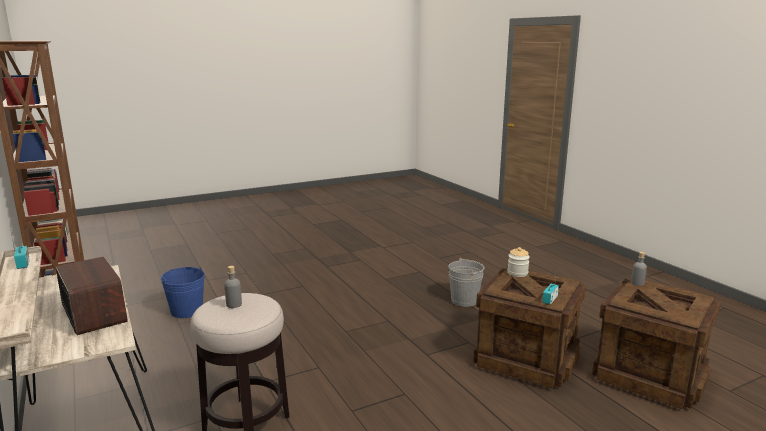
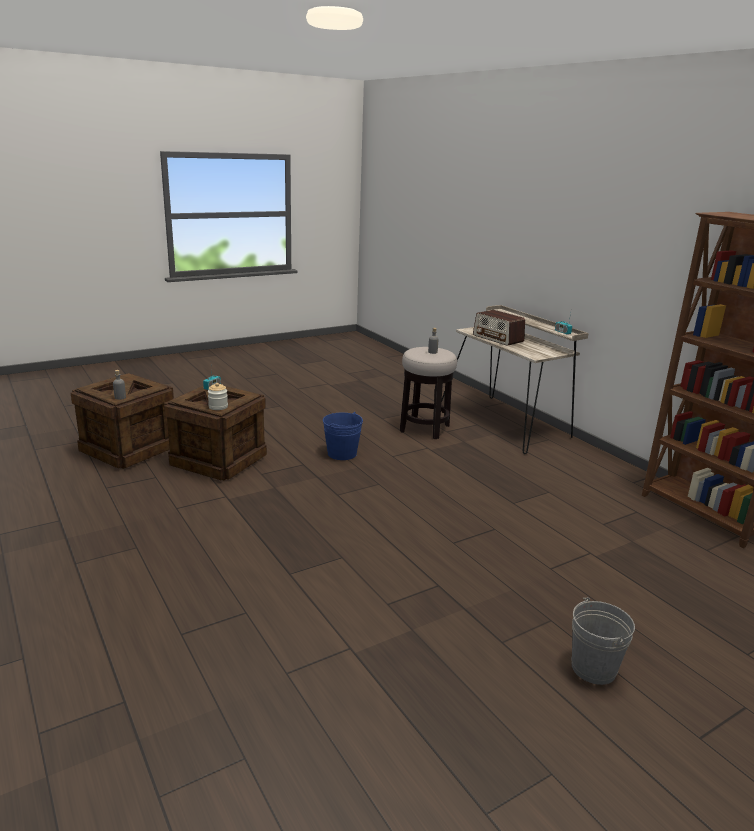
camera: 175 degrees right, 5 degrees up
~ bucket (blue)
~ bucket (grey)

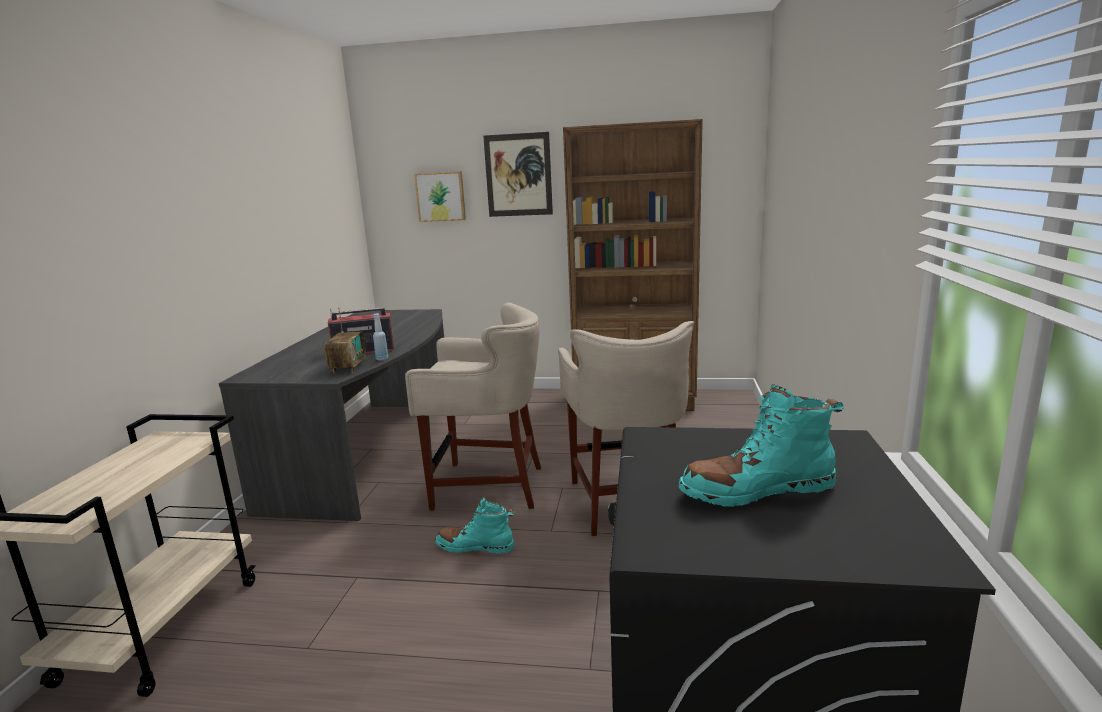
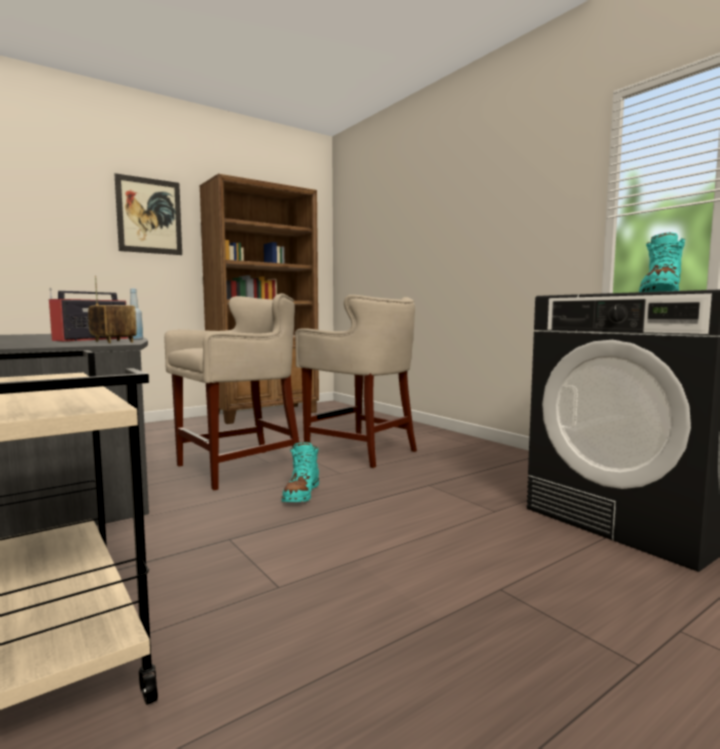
camera: 45 degrees left, 10 degrees down
- picture (no. 1 from left)
~ boot (turquoise) (no. 1 from left) 45 degrees counterclockwise

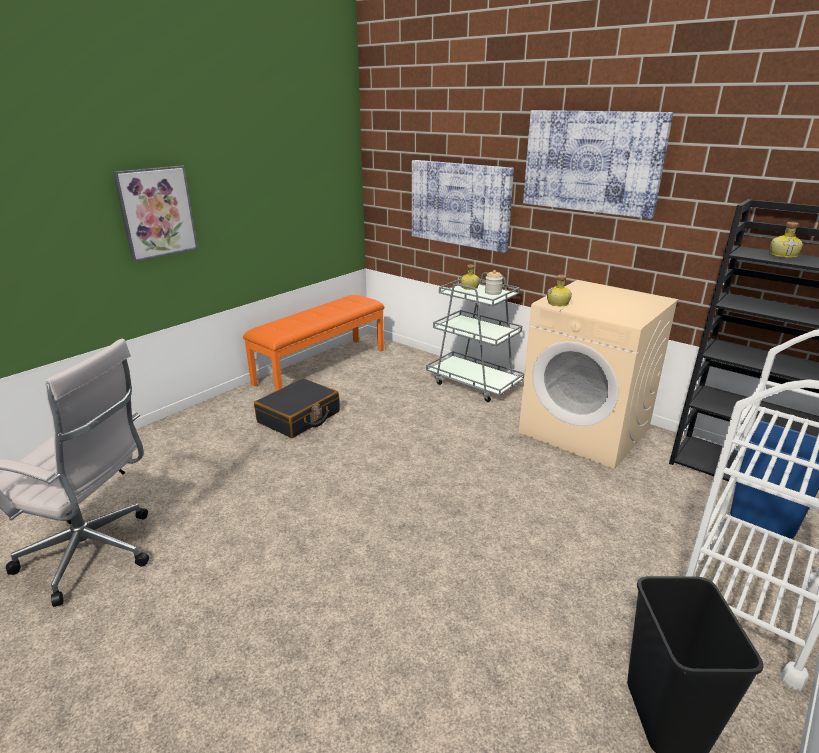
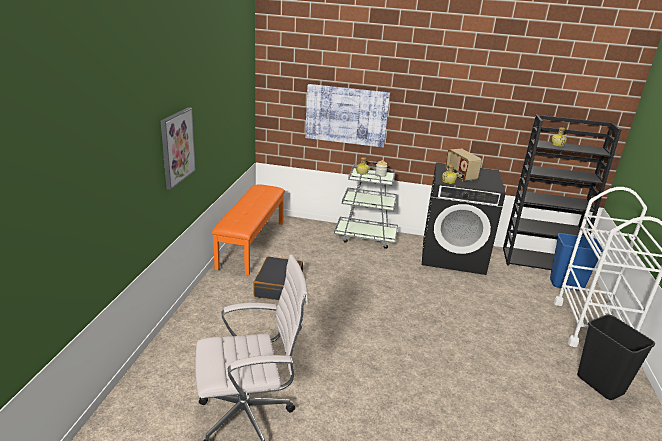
camera: 30 degrees left, 0 degrees up
~ washing machine (beige) to washing machine (black)
- picture (no. 3 from left)
+ radio

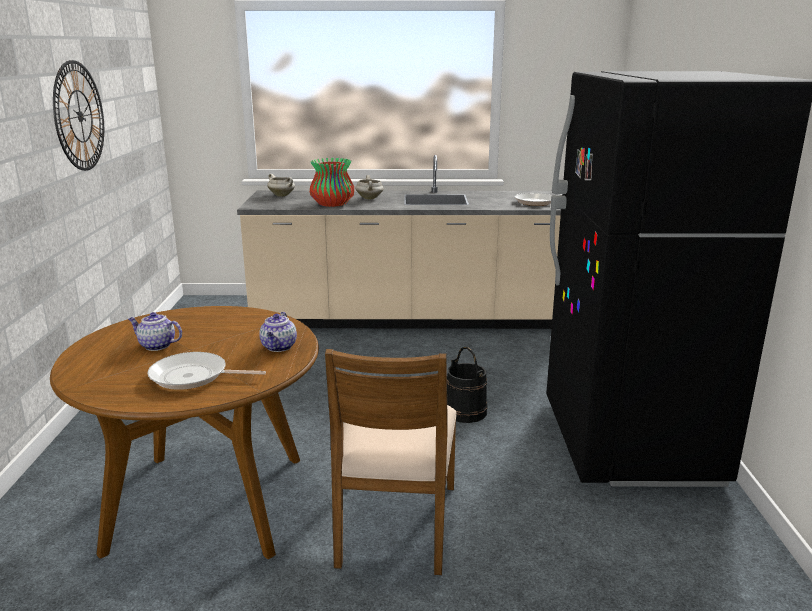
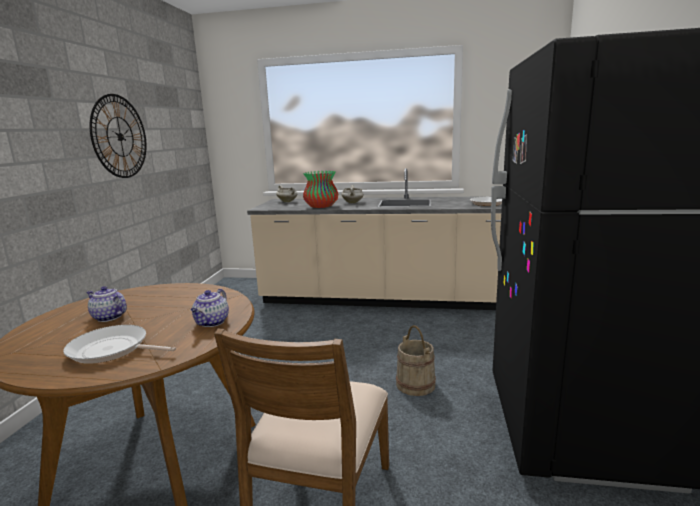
camera: 10 degrees right, 5 degrees down
~ bucket (black) to bucket (beige)

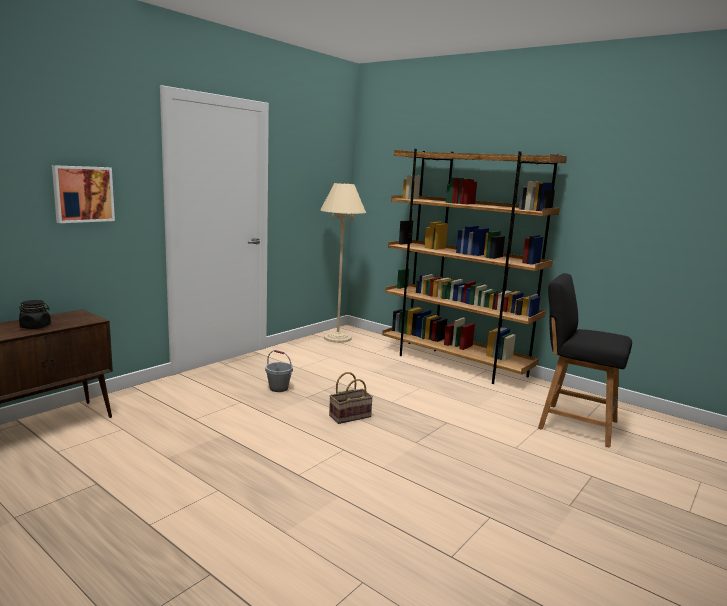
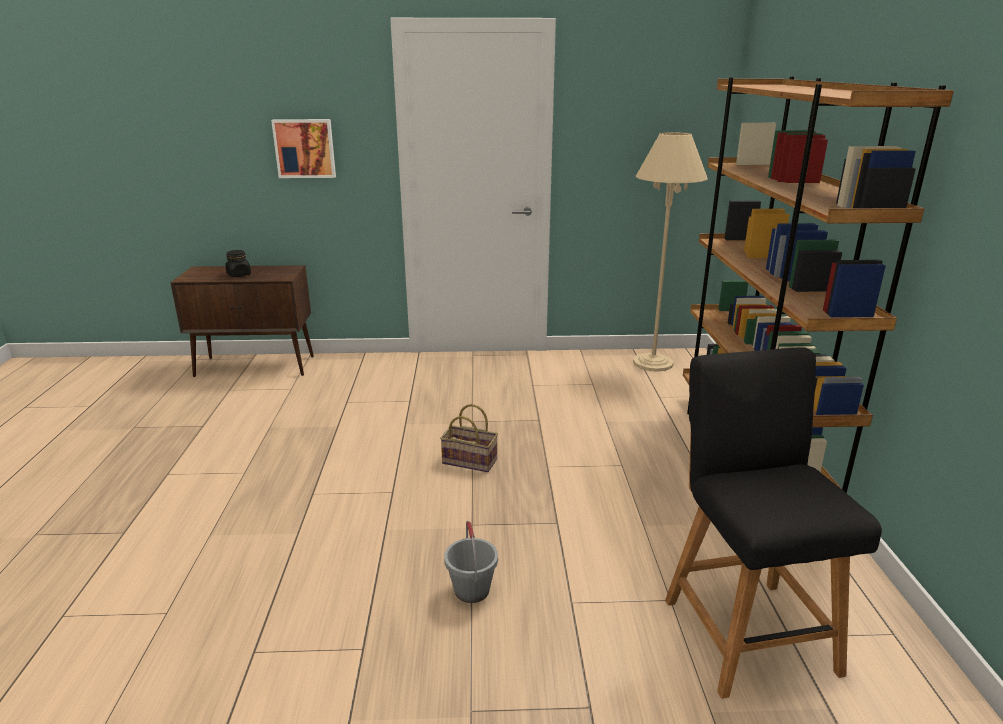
camera: 50 degrees right, 10 degrees up
~ bucket (grey)

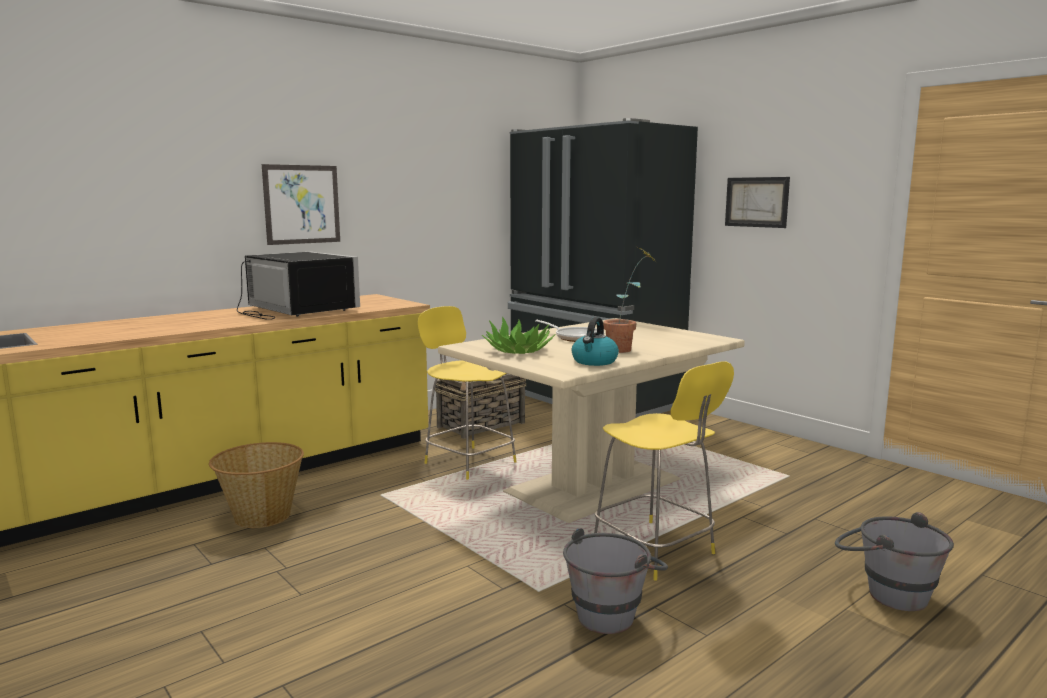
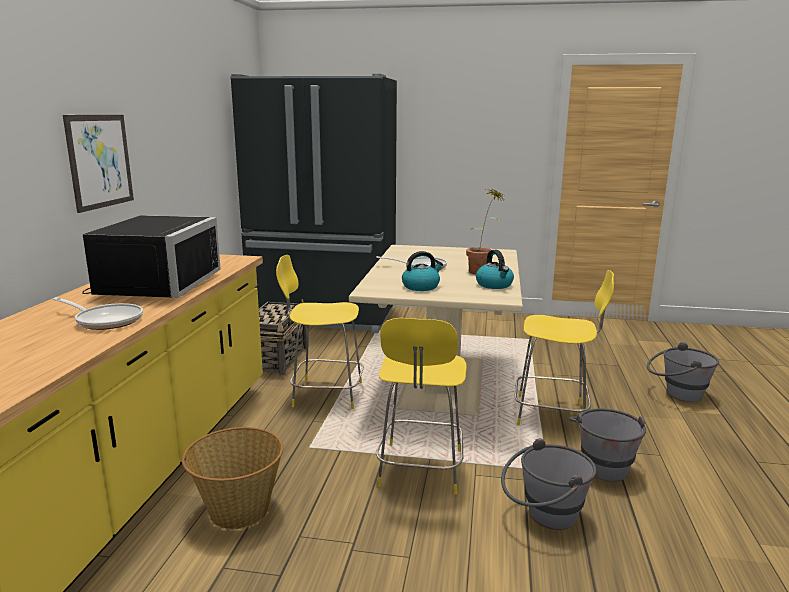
camera: 40 degrees left, 5 degrees up
~ microwave (black) 90 degrees clockwise
~ potted plant (no. 1 from left) to kettle (no. 1 from left)
- picture (no. 2 from left)
+ frying pan (no. 1 from left)
+ chair (yellow) (no. 2 from left)
+ bucket (grey) (no. 1 from left)

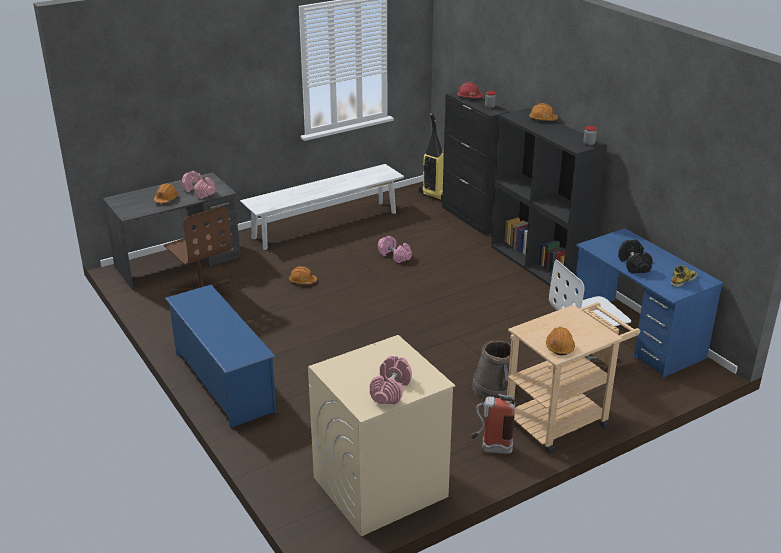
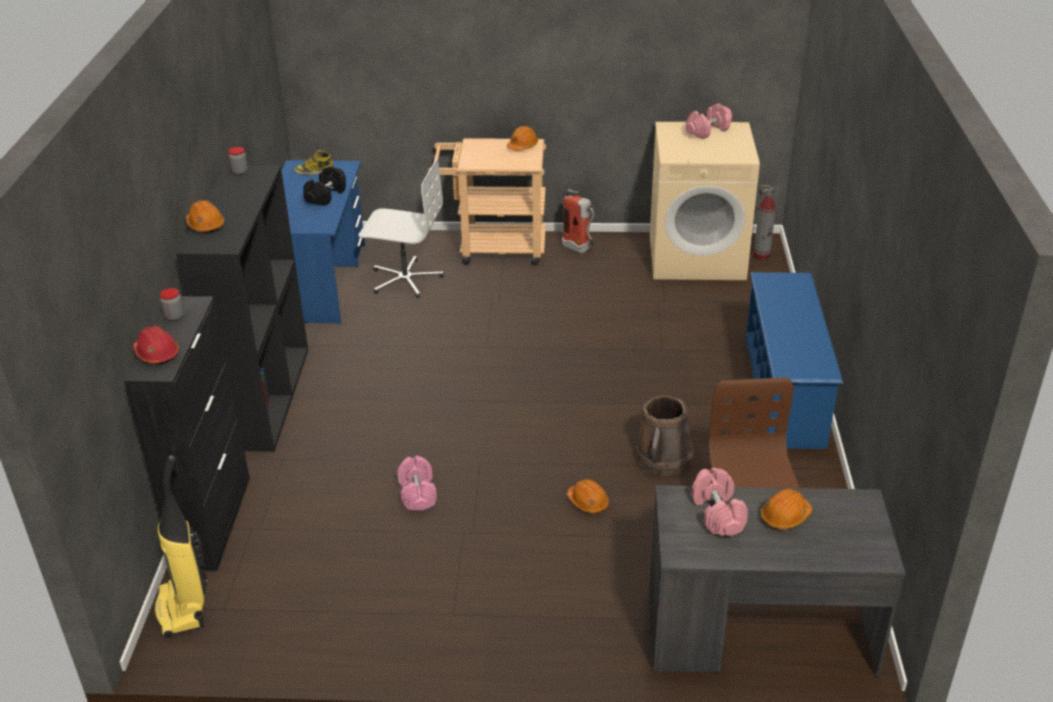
camera: 145 degrees left, 5 degrees up
- bench (white)
~ bucket (brown)
+ fire extinguisher (no. 2 from left)

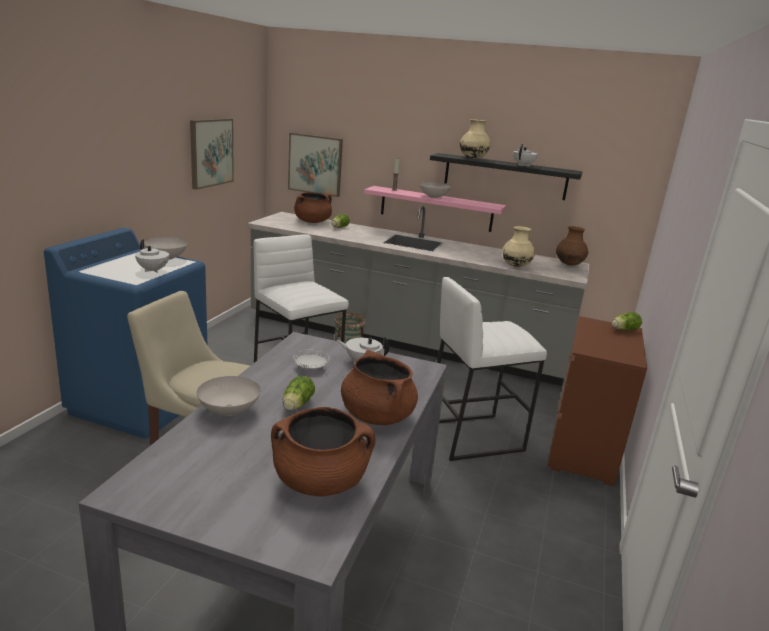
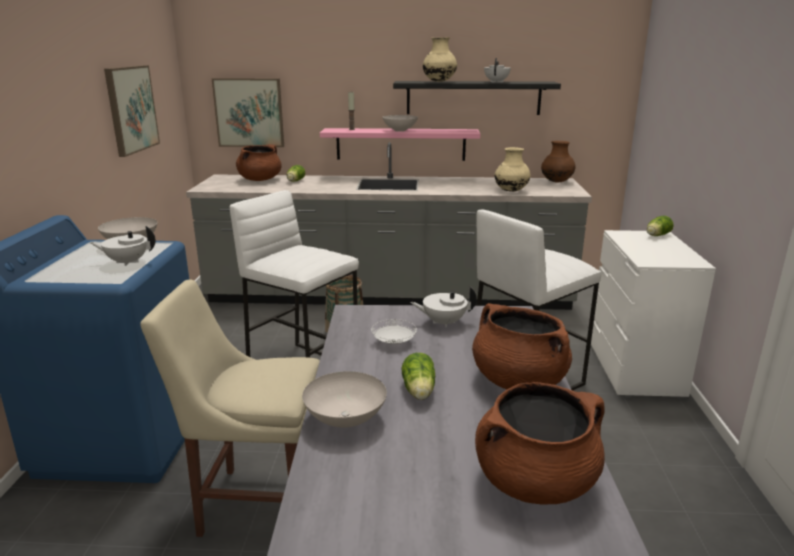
camera: 15 degrees left, 0 degrees up
~ teapot (white) (no. 1 from left) 150 degrees clockwise
~ dresser (brown) to dresser (white)

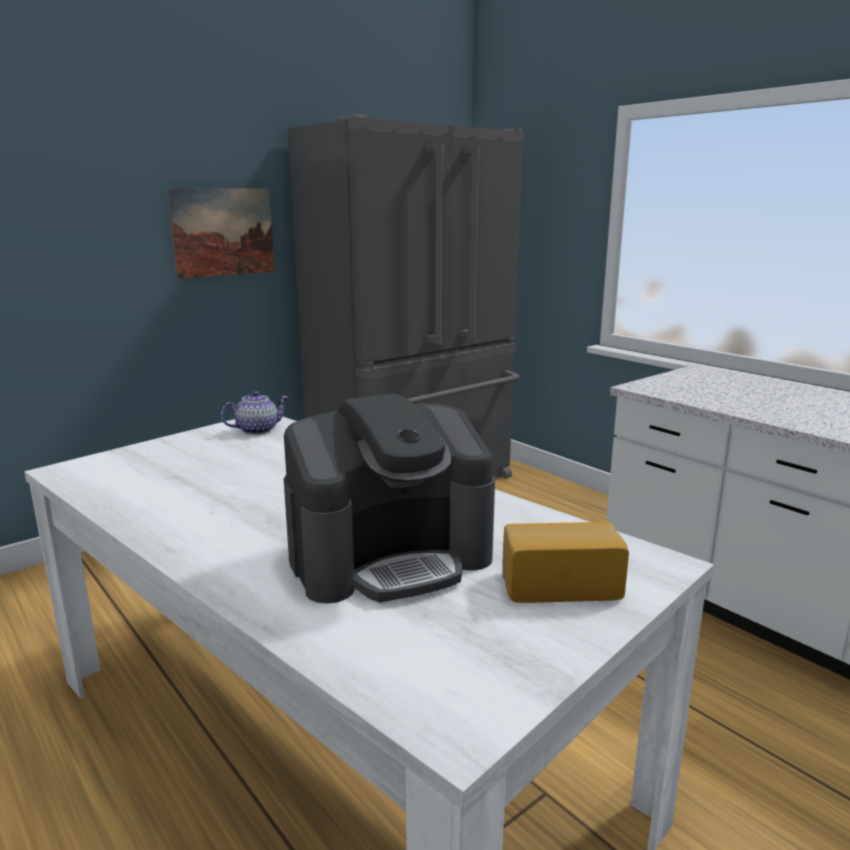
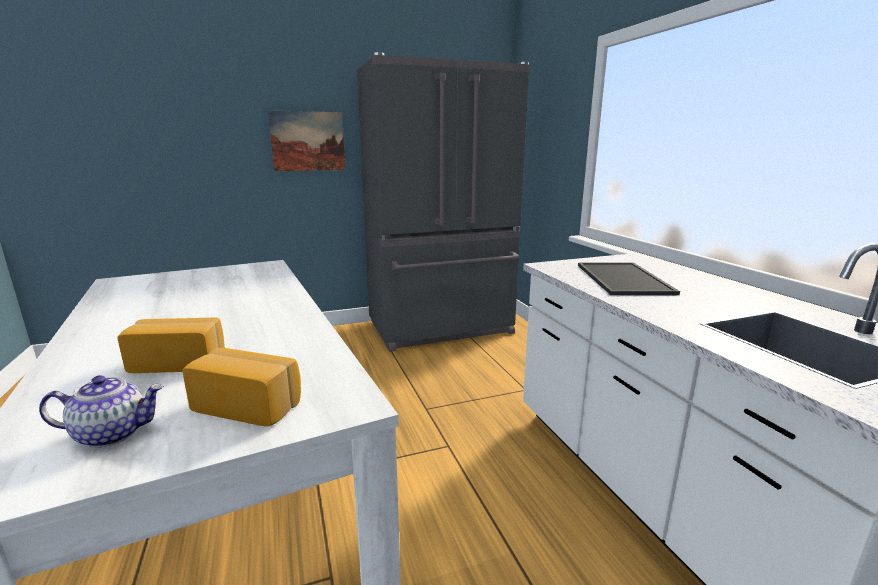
camera: 20 degrees right, 0 degrees up
~ teapot
~ coffee machine to bread (no. 1 from left)
+ tray

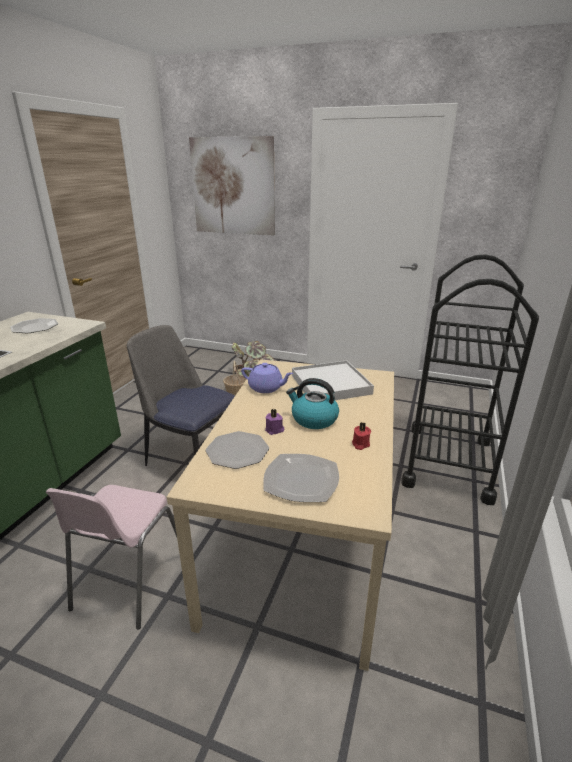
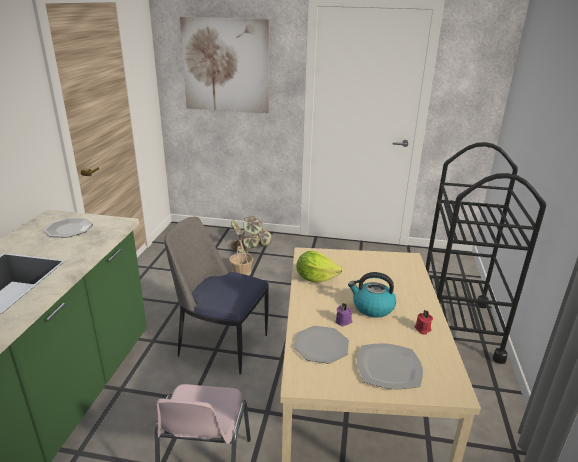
camera: 10 degrees left, 0 degrees up
~ teapot (purple) to lettuce
- tray (white)

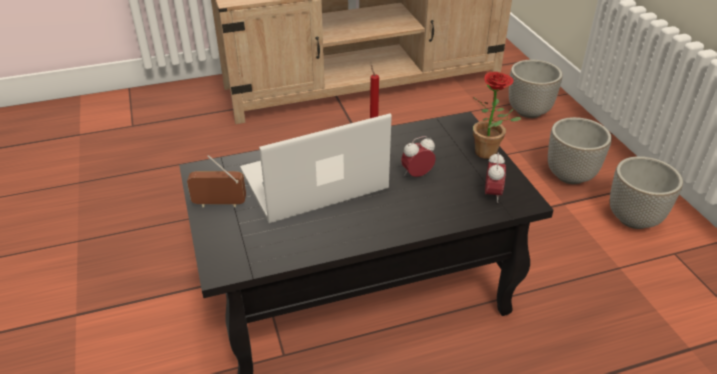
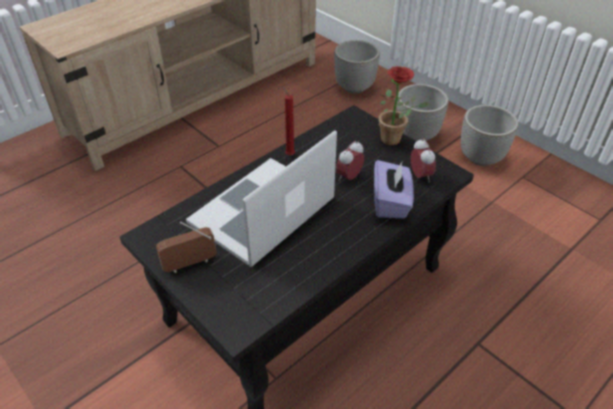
camera: 25 degrees left, 5 degrees up
+ tissue box (purple)

